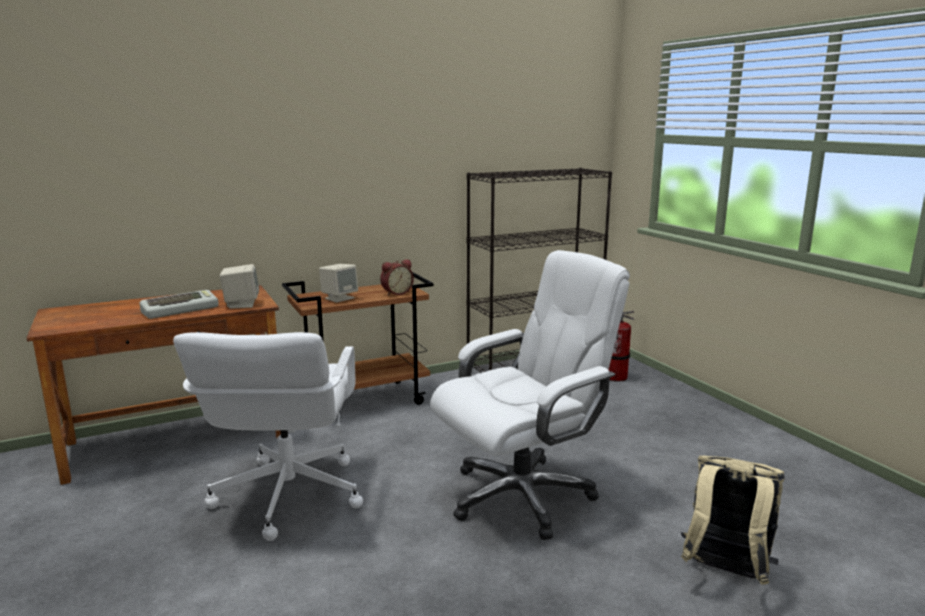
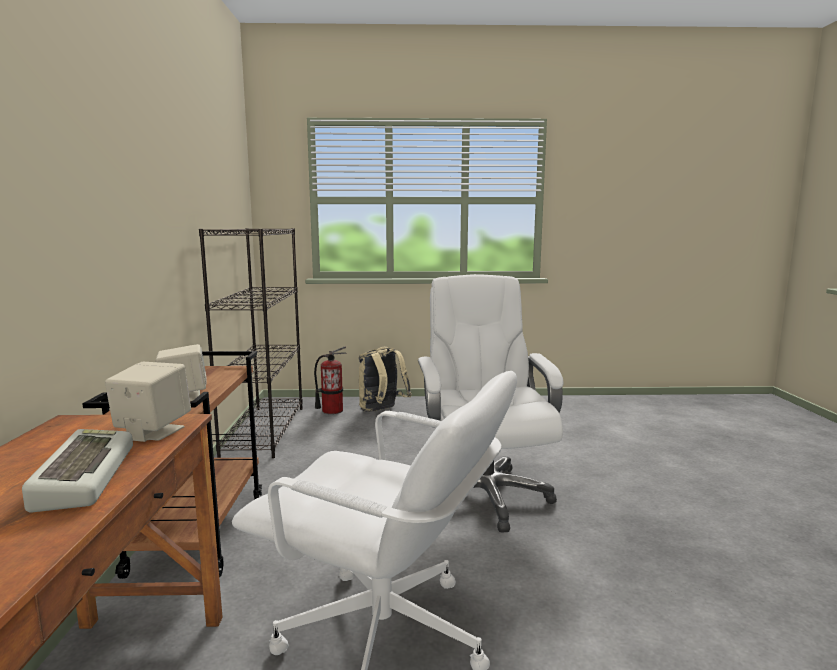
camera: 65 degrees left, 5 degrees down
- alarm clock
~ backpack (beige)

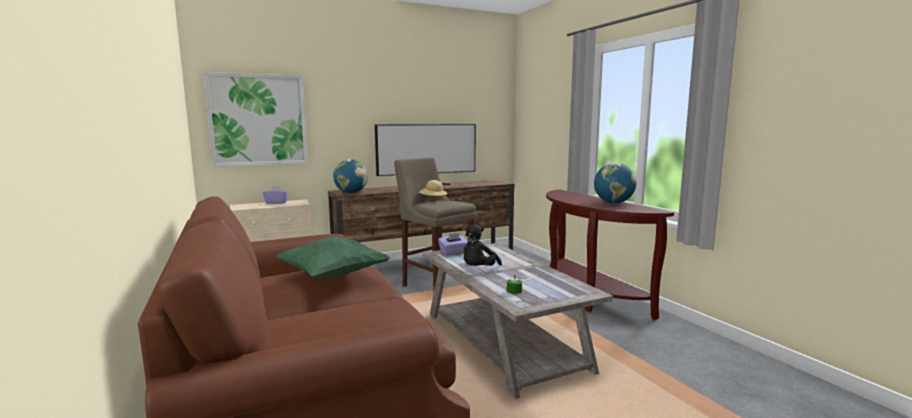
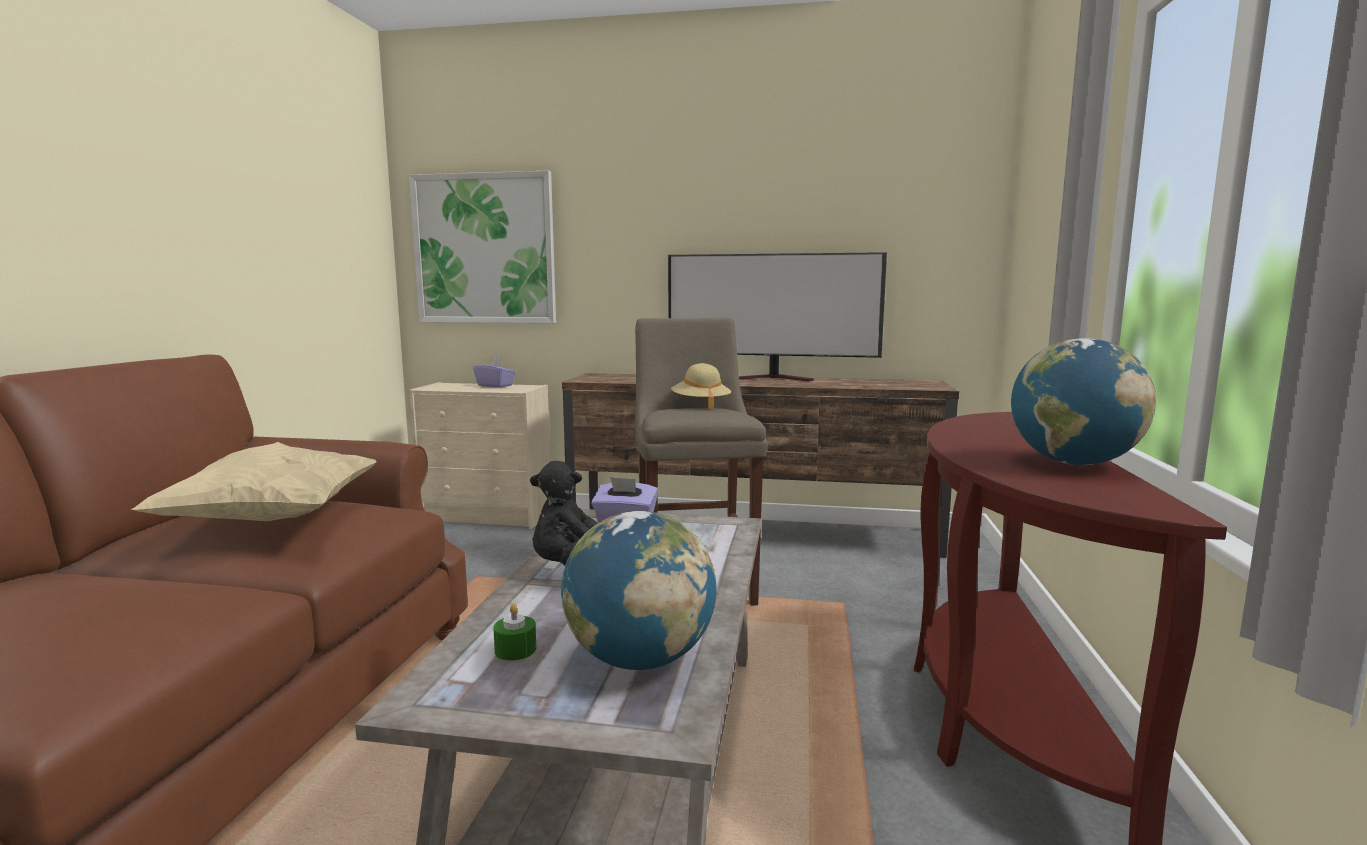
camera: 35 degrees right, 0 degrees up
~ pillow (green) to pillow (beige)
~ globe (no. 1 from left)

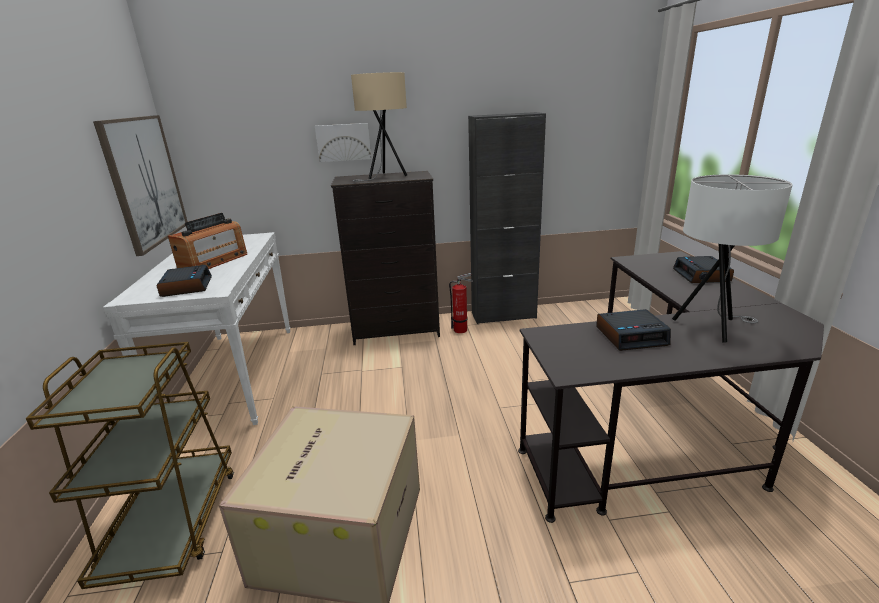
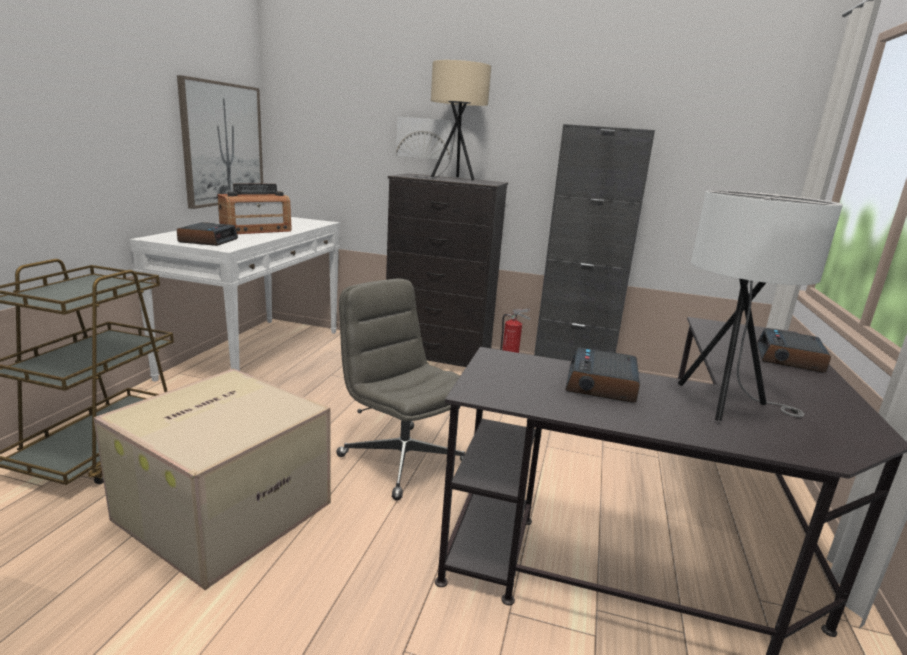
camera: 20 degrees right, 5 degrees down
~ alarm clock (no. 2 from left) 90 degrees clockwise
+ office chair (grey)

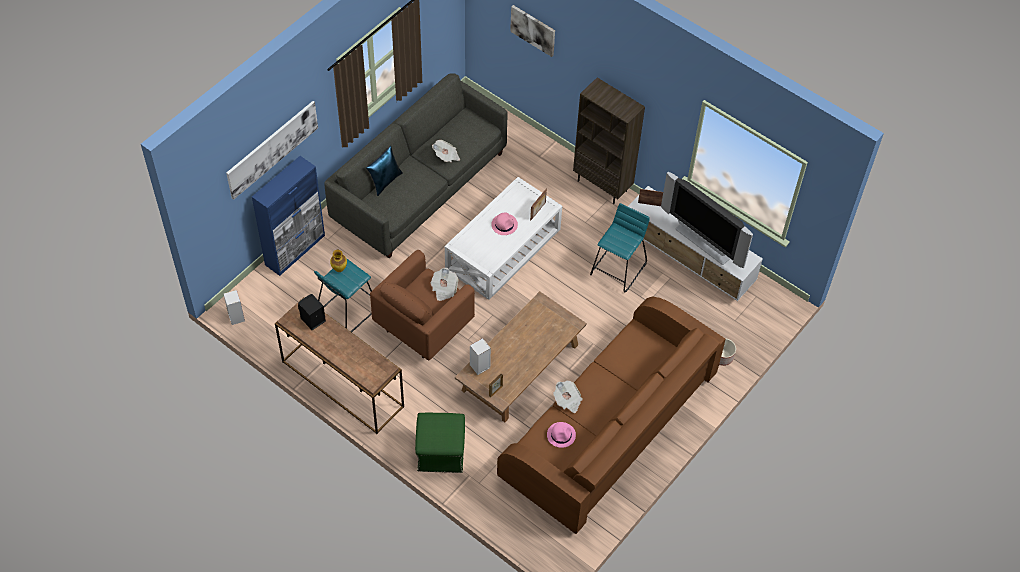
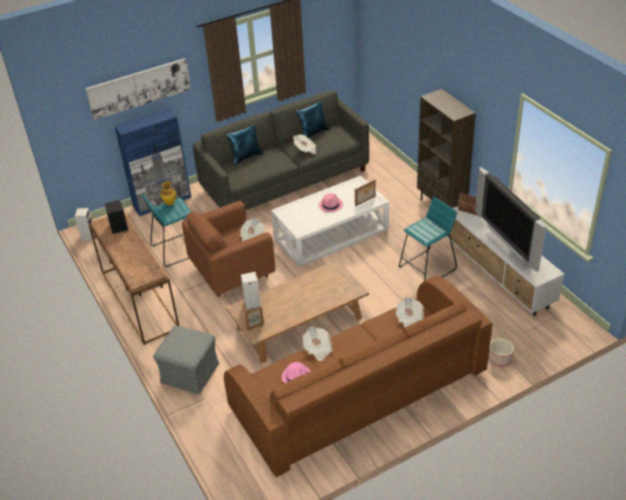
camera: 25 degrees right, 15 degrees down
~ ottoman (green) to ottoman (grey)
- picture (no. 2 from left)
+ pillow (blue) (no. 2 from left)
+ newspaper (no. 4 from left)

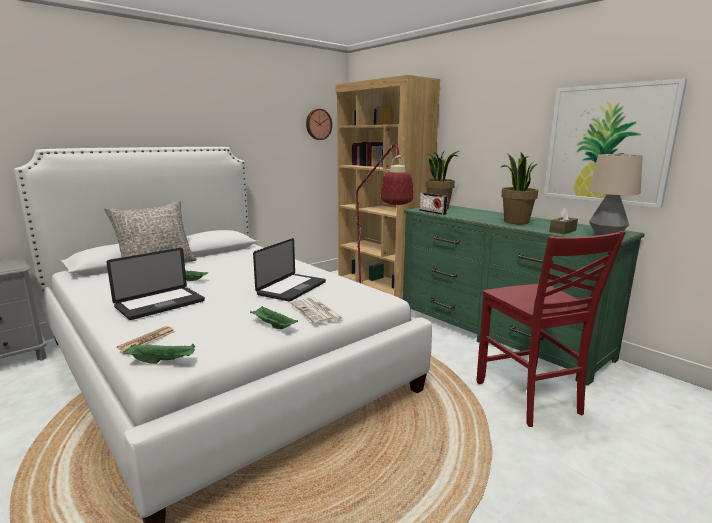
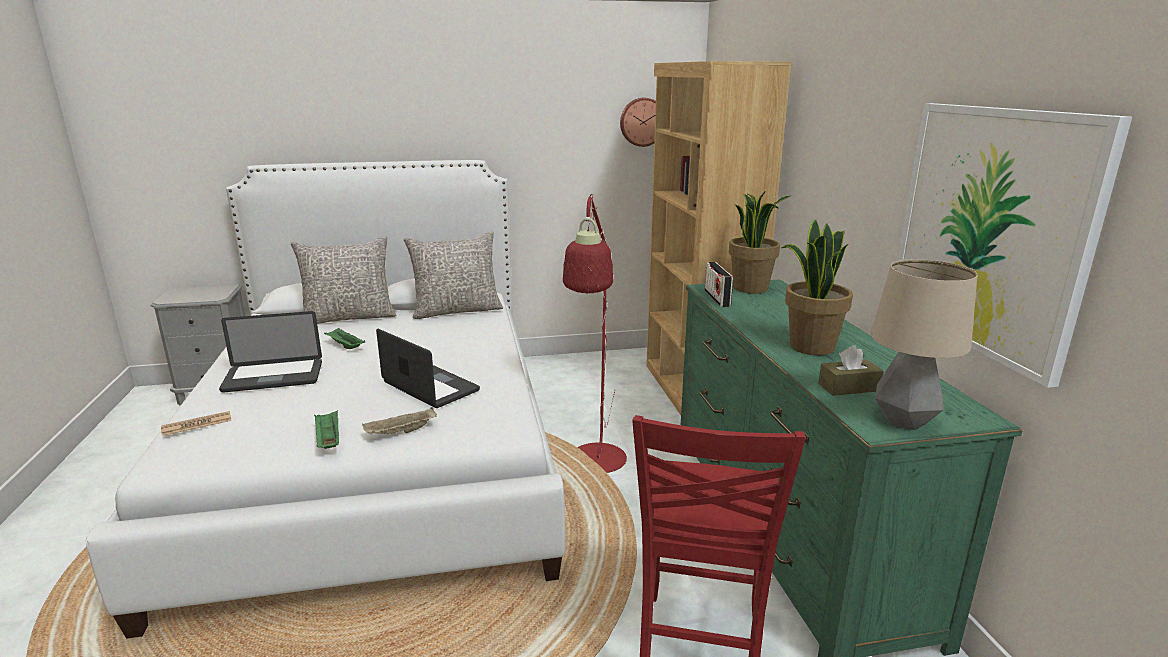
camera: 30 degrees right, 5 degrees up
- tray (green) (no. 1 from left)
~ laptop (no. 2 from left) 105 degrees counterclockwise
~ newspaper (no. 2 from left) to tray (beige)
+ pillow (grey) (no. 2 from left)

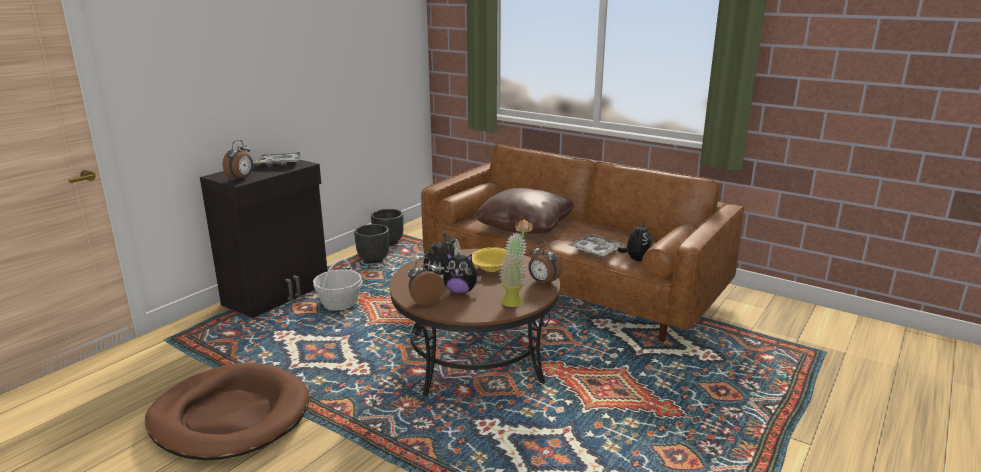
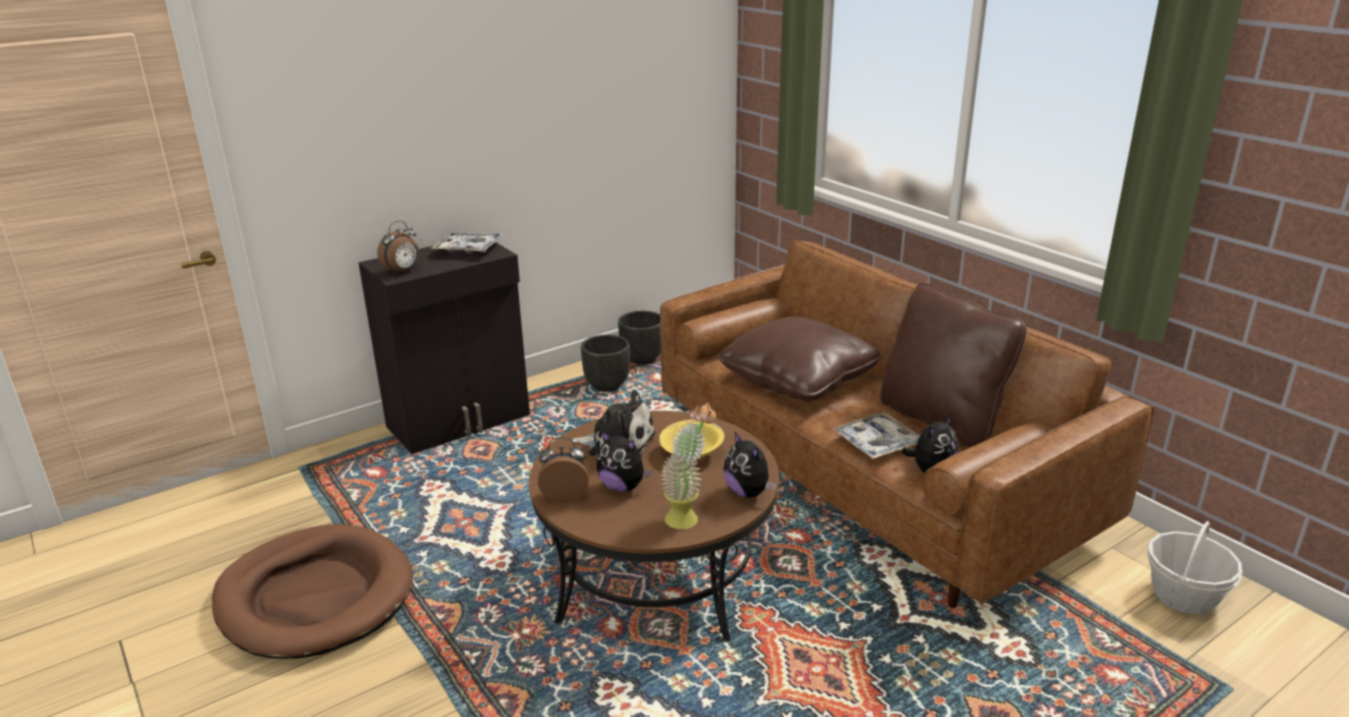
camera: 20 degrees right, 5 degrees up
~ basket
~ alarm clock (no. 3 from left) to plush toy (no. 3 from left)
+ pillow (brown) (no. 2 from left)

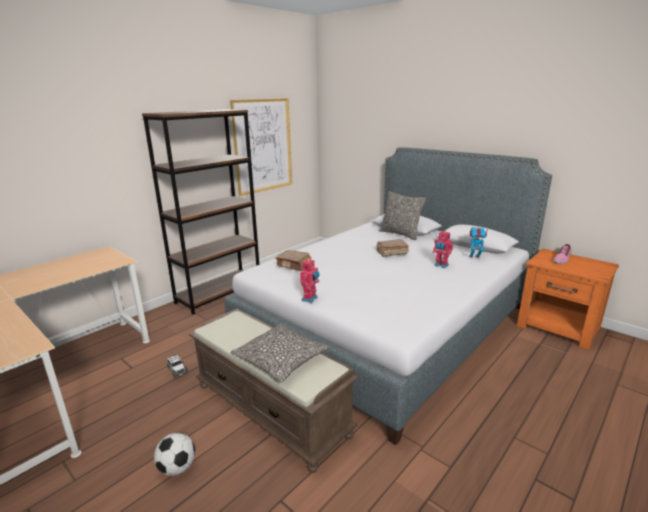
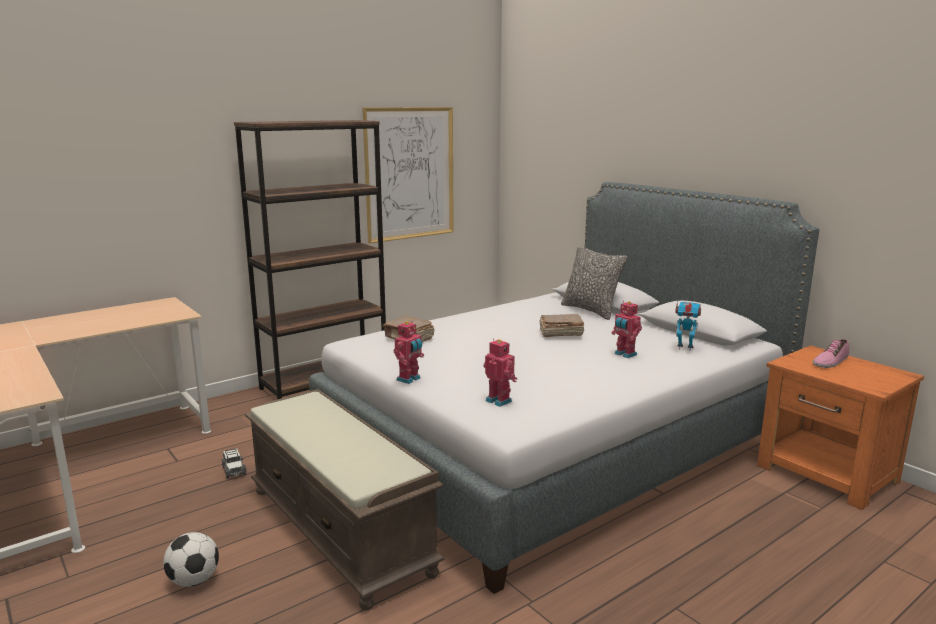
camera: 10 degrees right, 5 degrees down
- pillow (no. 1 from left)
+ toy robot (no. 2 from left)

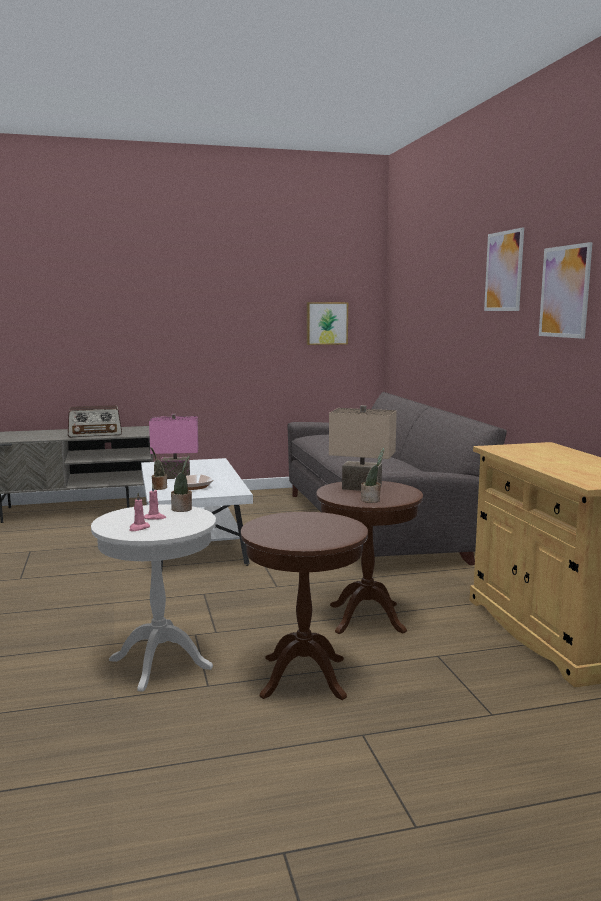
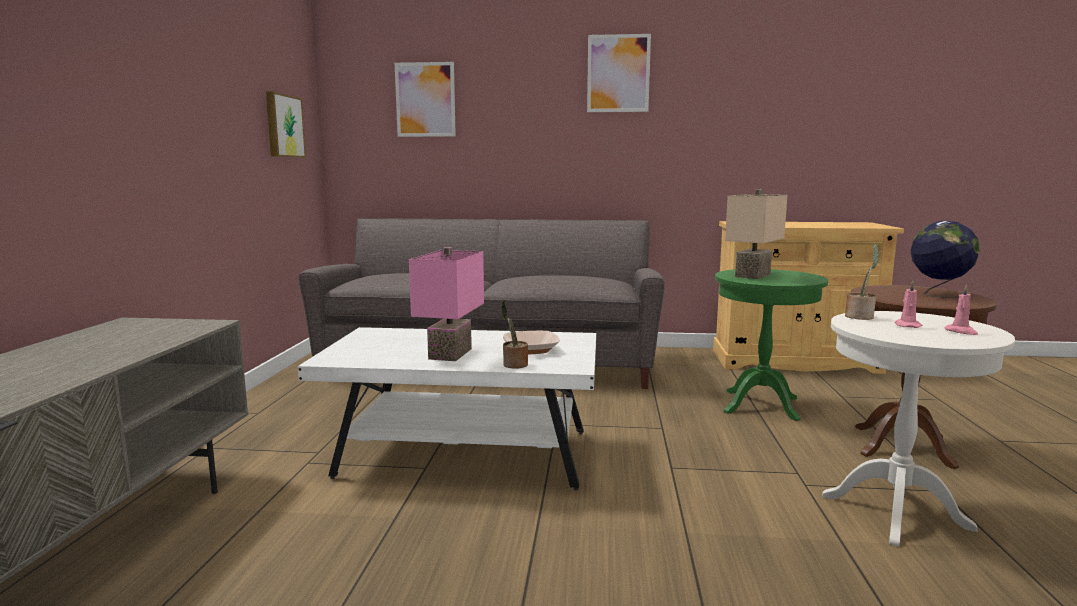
camera: 70 degrees left, 0 degrees up
- radio
~ side table (brown) (no. 2 from left) to side table (green)
- potted plant (no. 3 from left)
~ picture (no. 3 from left in the first image) to picture (no. 2 from left)
+ globe

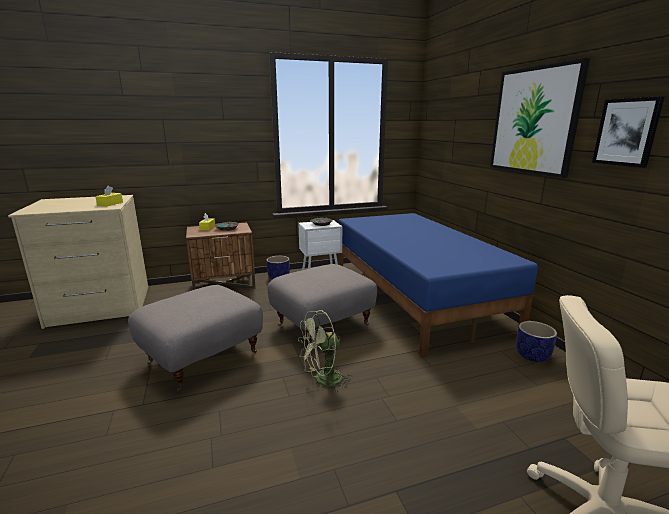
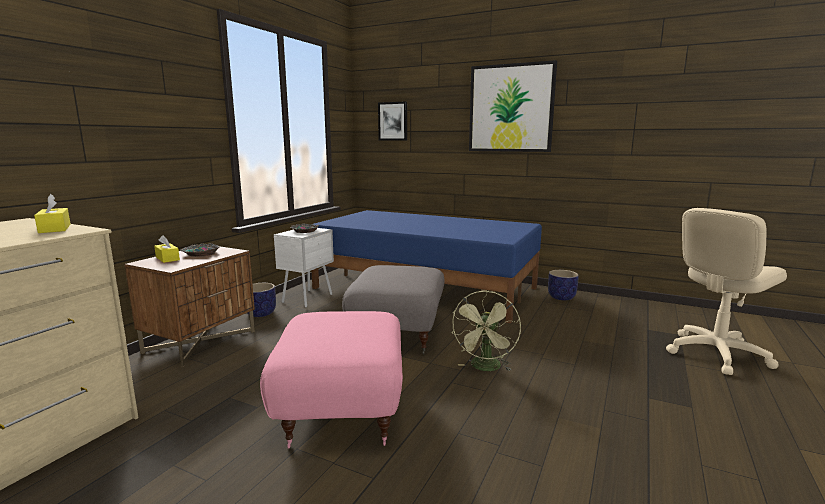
camera: 45 degrees left, 5 degrees down
~ ottoman (grey) (no. 1 from left) to ottoman (pink)
~ picture (no. 2 from left in the first image) to picture (no. 1 from left)

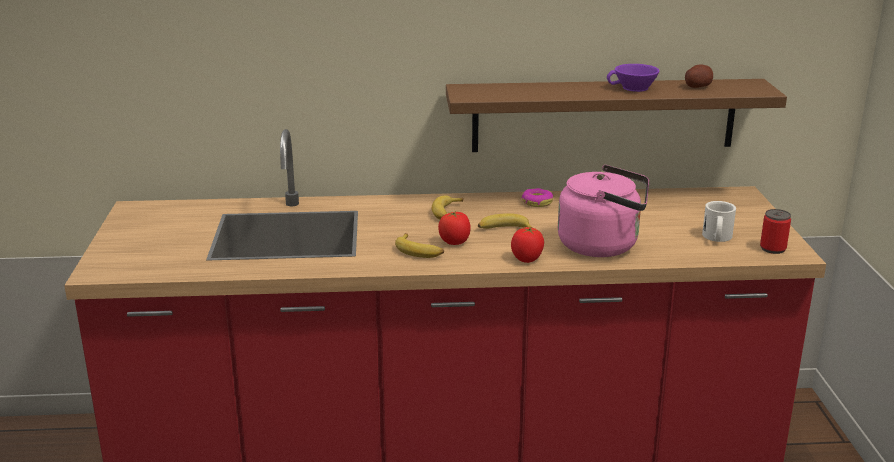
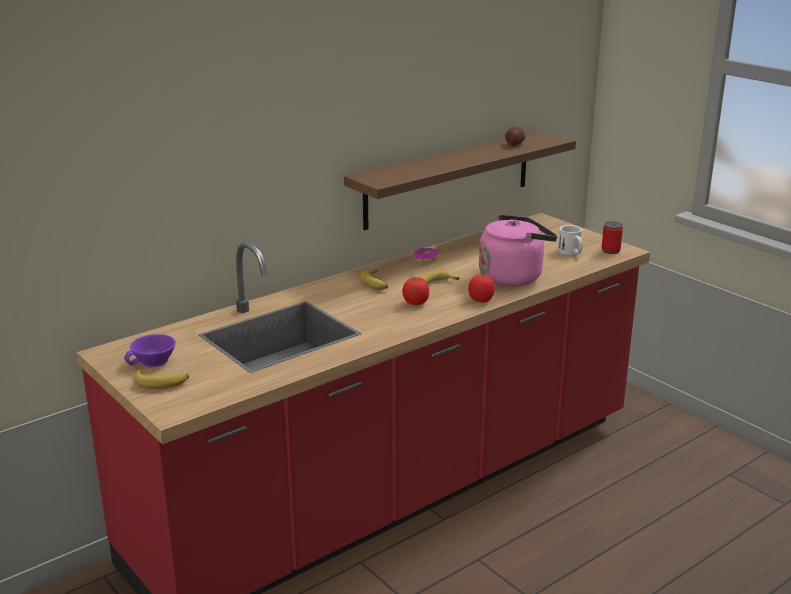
camera: 35 degrees left, 0 degrees up
~ banana (no. 1 from left)
~ cup (purple)

